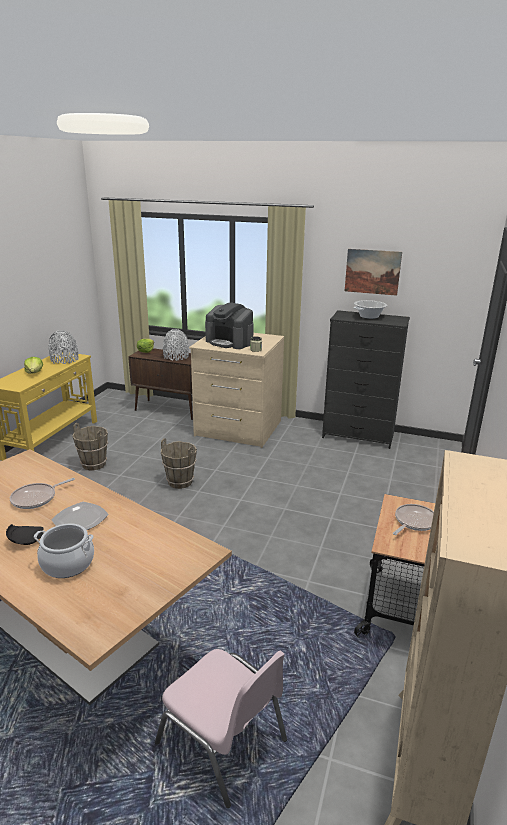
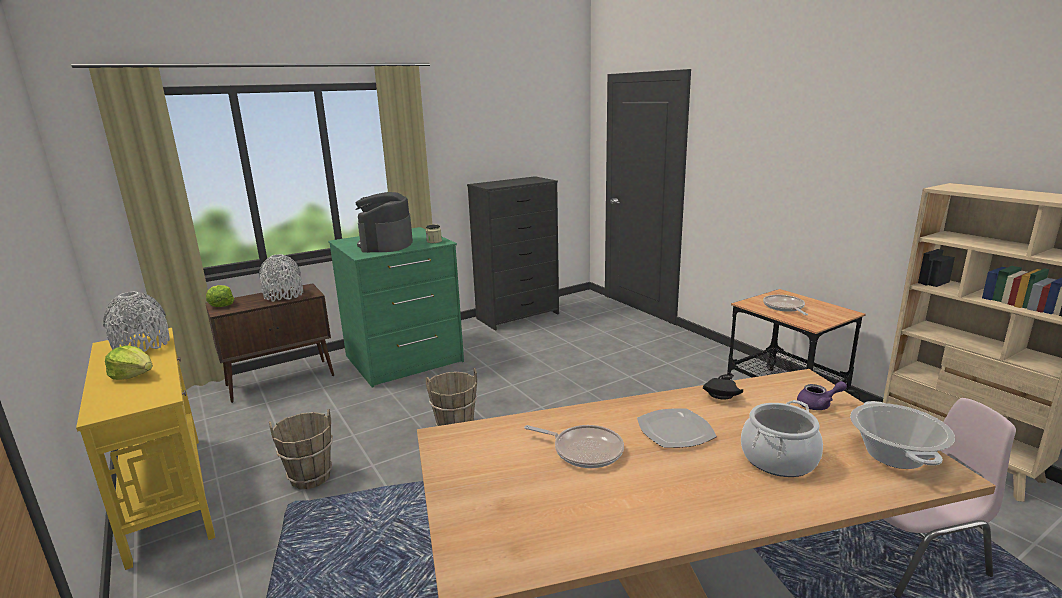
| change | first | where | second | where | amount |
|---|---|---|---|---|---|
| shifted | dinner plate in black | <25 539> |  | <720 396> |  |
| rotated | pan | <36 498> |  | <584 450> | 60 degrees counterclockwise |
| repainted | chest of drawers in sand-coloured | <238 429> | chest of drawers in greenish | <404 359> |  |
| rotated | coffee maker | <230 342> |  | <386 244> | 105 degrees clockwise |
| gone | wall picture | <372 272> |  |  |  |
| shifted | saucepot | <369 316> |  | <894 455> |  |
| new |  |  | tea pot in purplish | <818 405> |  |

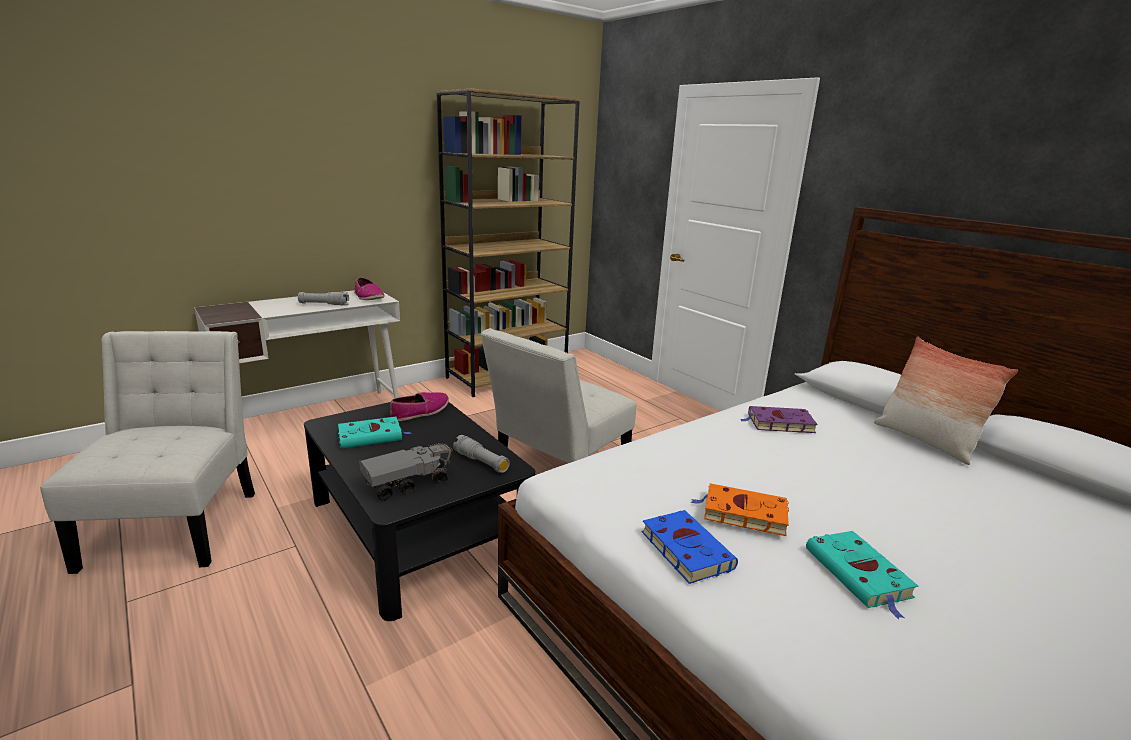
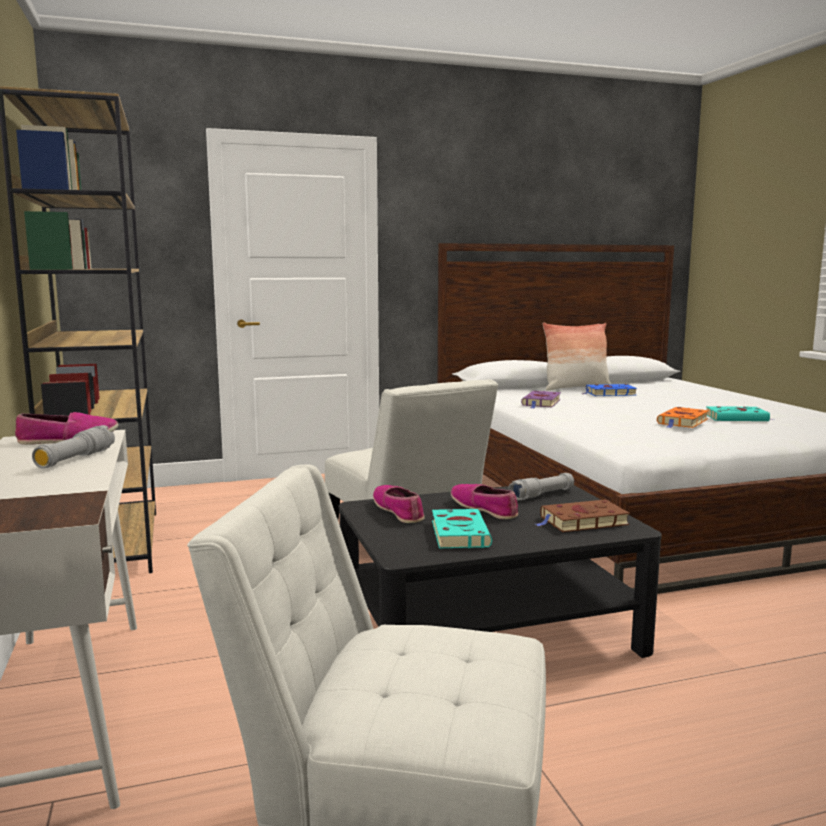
| change | first | where | second | where | amount |
|---|---|---|---|---|---|
| swapped | toy lorry | <408 483> | bound book in brown-coloured | <581 521> |  |
| shifted | bound book in blue | <684 548> |  | <609 393> |  |
| new |  |  | item of footwear | <484 508> |  |

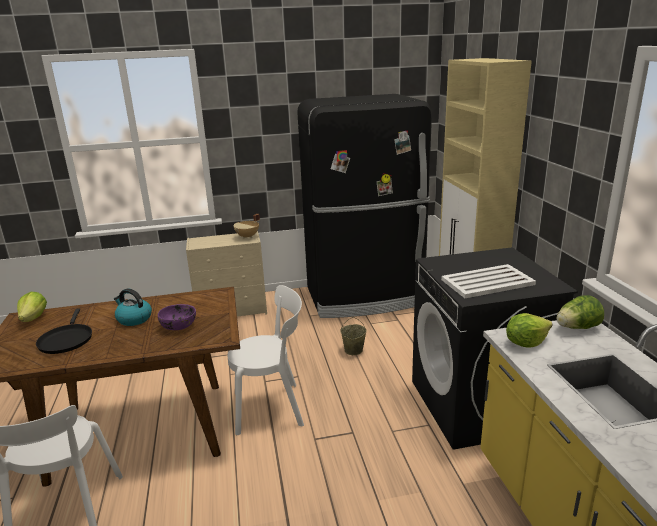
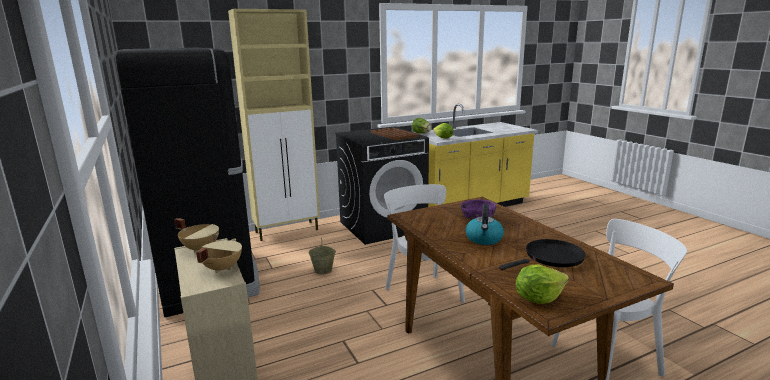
| change | first | where | second | where | amount |
|---|---|---|---|---|---|
| repainted | serving tray in white | <488 282> | serving tray in brown-coloured | <393 134> |  |
| new |  |  | saucepot in sand-coloured | <221 268> |  |

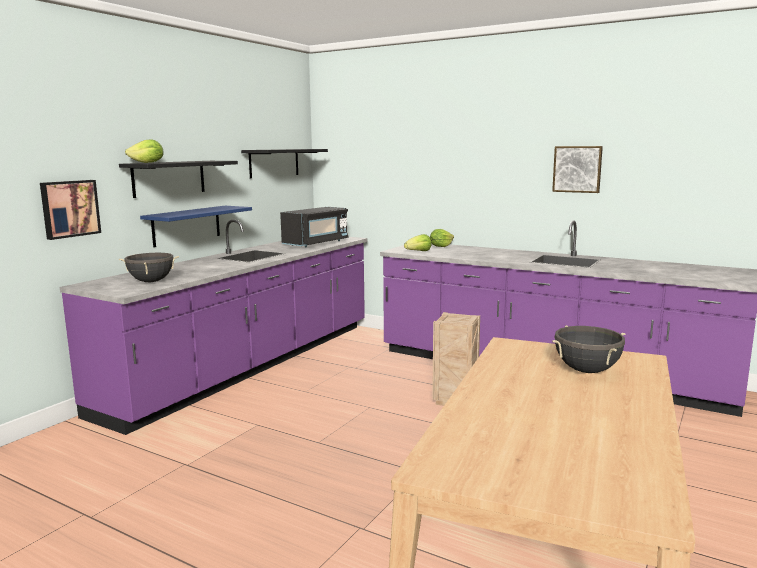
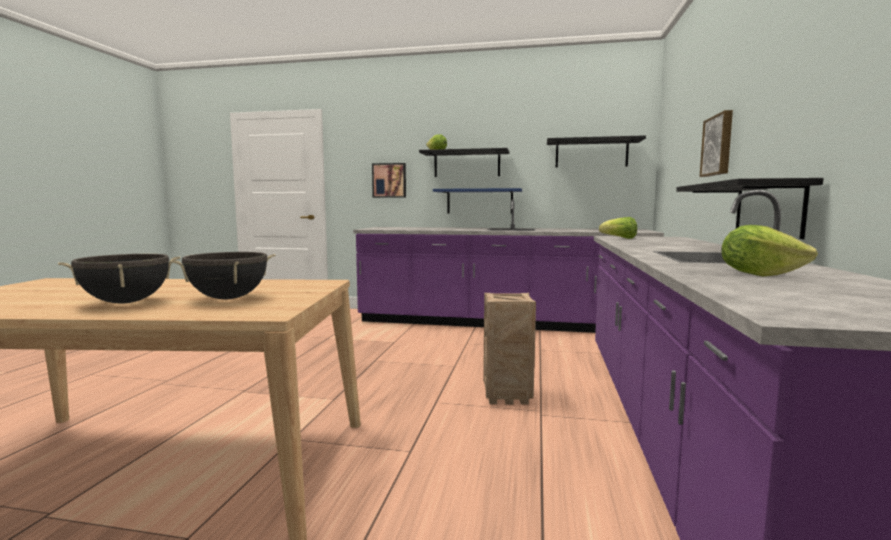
| change | first | where | second | where | amount |
|---|---|---|---|---|---|
| shifted | saucepot in black | <151 281> |  | <126 302> |  |
| gone | microwave oven in black | <316 243> |  |  |  |
| shifted | lettuce head | <441 246> |  | <758 274> |  |
| shifted | wall picture | <577 169> |  | <718 145> |  |
| new |  |  | wall shelf in black | <768 208> |  |

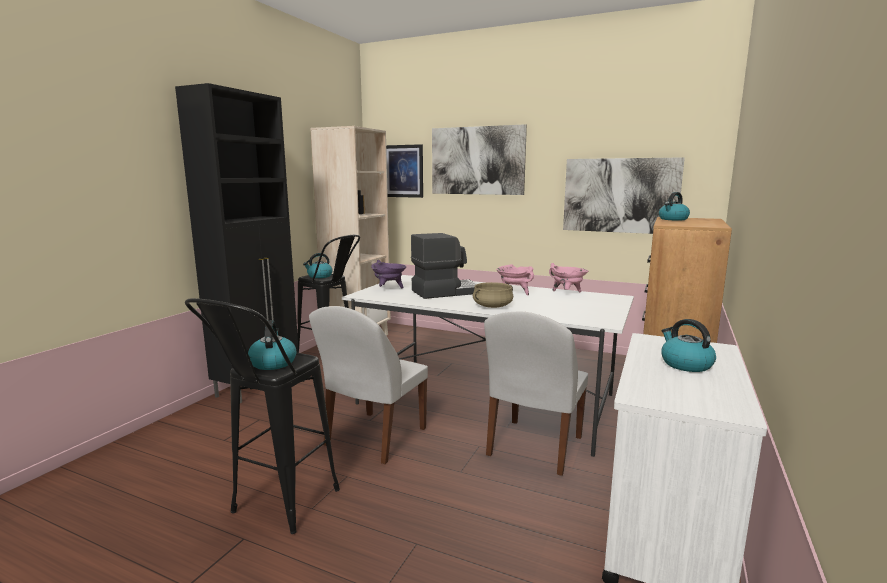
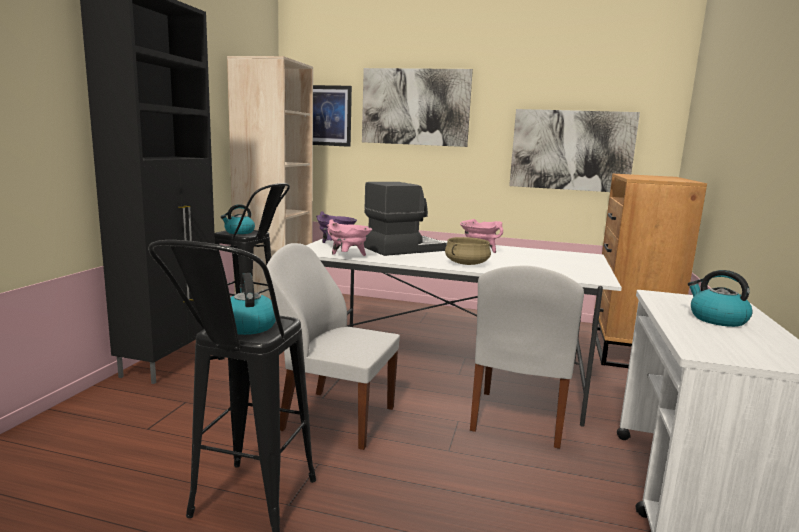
| change | first | where | second | where | amount |
|---|---|---|---|---|---|
| rotated | upright chair in white | <374 438> |  | <335 418> | 90 degrees clockwise |
| shifted | saucepot in pink-coloured | <567 293> |  | <348 257> |  |
| gone | water kettle | <673 219> |  |  |  |

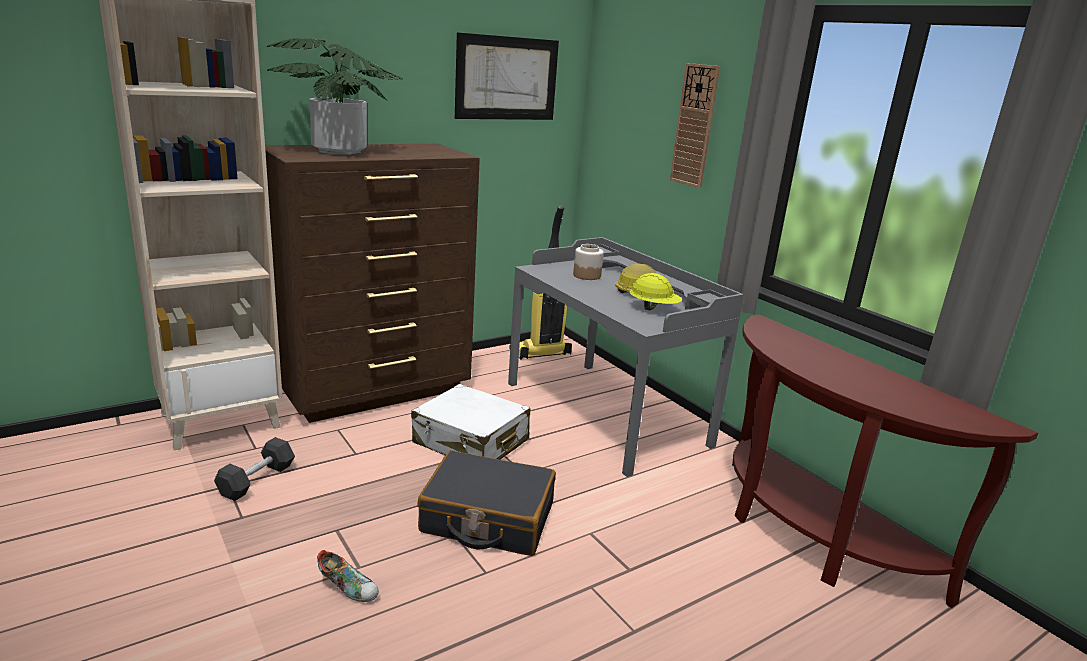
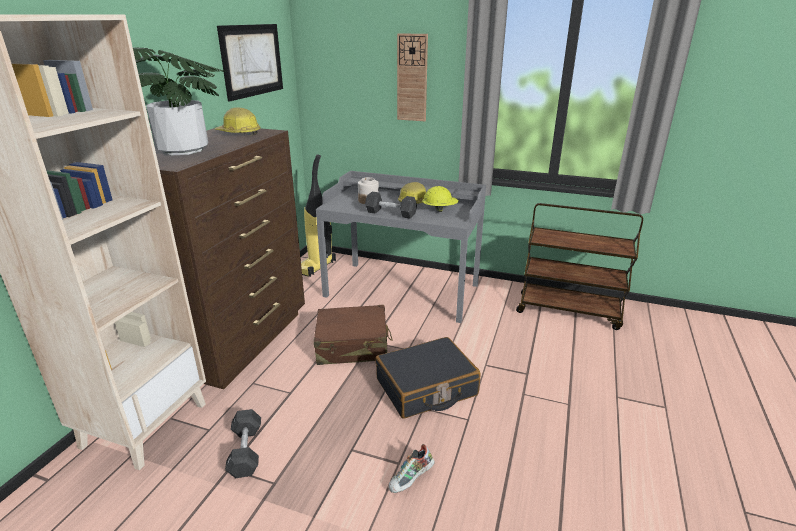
| change | first | where | second | where | amount |
|---|---|---|---|---|---|
| rotated | item of footwear | <348 588> |  | <411 480> | 150 degrees clockwise |
| repainted | piece of luggage in white | <471 442> | piece of luggage in brown-coloured | <353 346> |  |
| swapped | narrow table in brown-coloured | <809 534> | cart in brown-coloured | <569 311> |  |
| new |  |  | safety helmet | <239 133> |  |
| new |  |  | dumbbell in black | <391 213> |  |

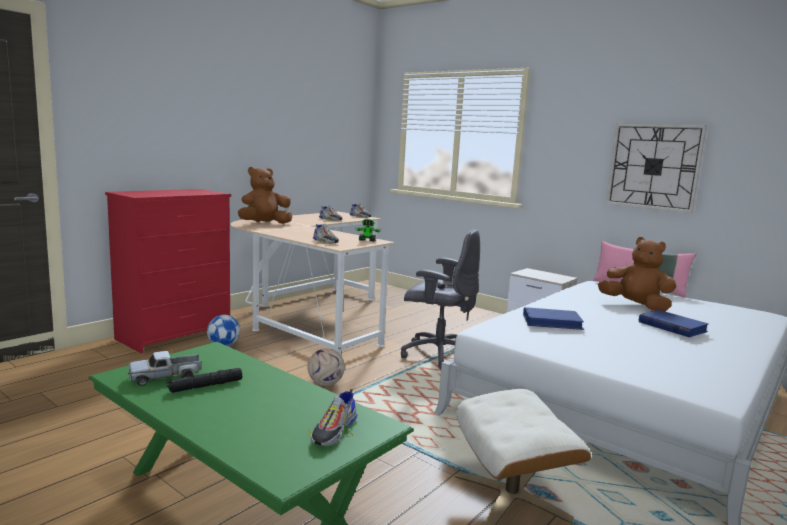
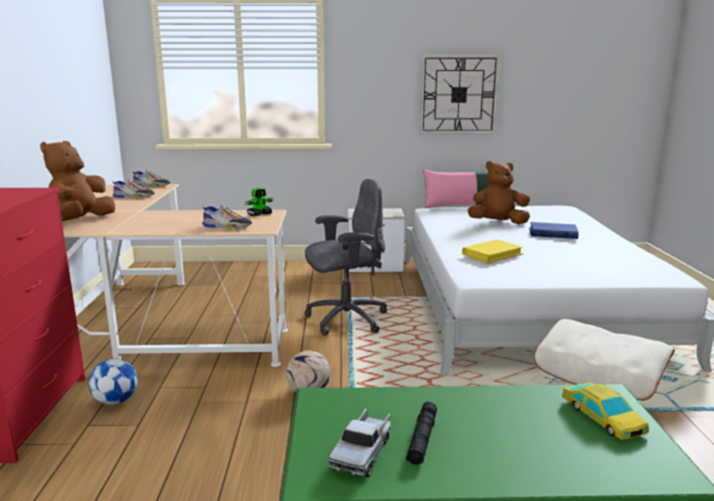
| change | first | where | second | where | amount |
|---|---|---|---|---|---|
| swapped | item of footwear | <334 431> | toy car | <602 417> |  |
| repainted | bound book in blue | <552 322> | bound book in yellow-coloured | <492 254> |  |

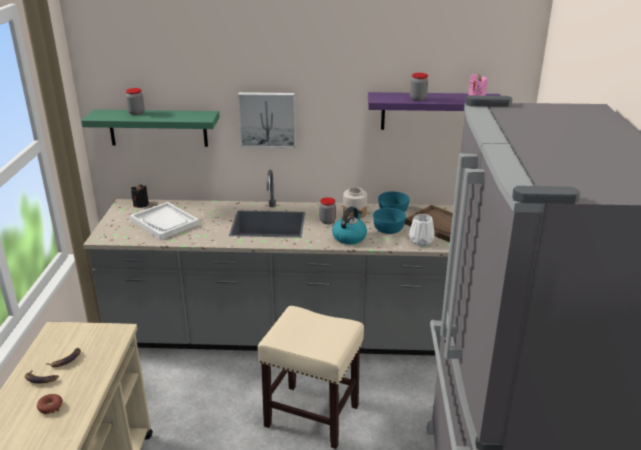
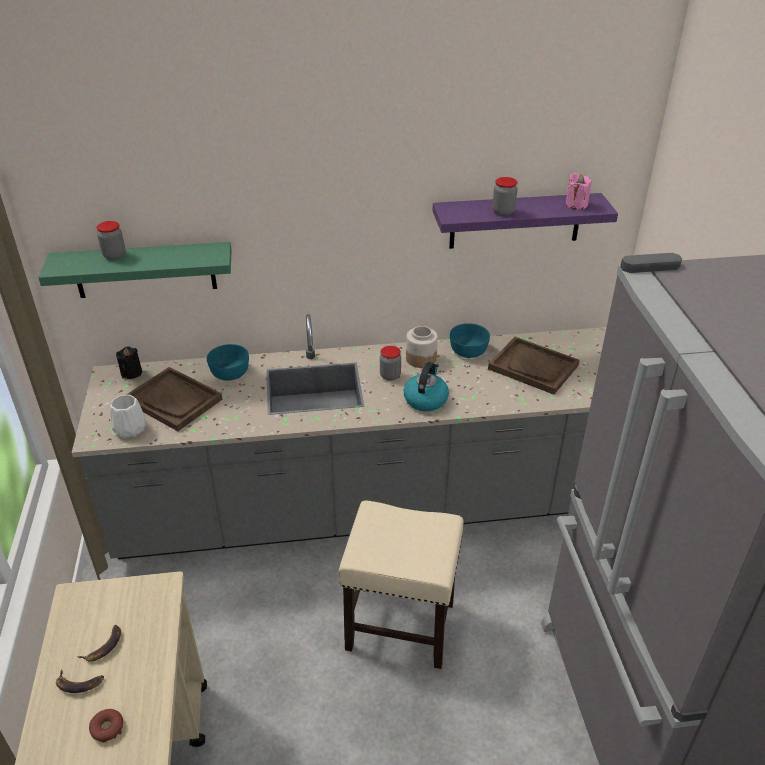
| change | first | where | second | where | amount |
|---|---|---|---|---|---|
| repainted | serving tray in white | <164 222> | serving tray in brown-coloured | <174 400> |  |
| gone | wall picture | <267 119> |  |  |  |
| shifted | serving bowl in blue-green | <388 229> |  | <229 372> |  |
| shifted | flower vase in white | <420 241> |  | <129 429> |  |

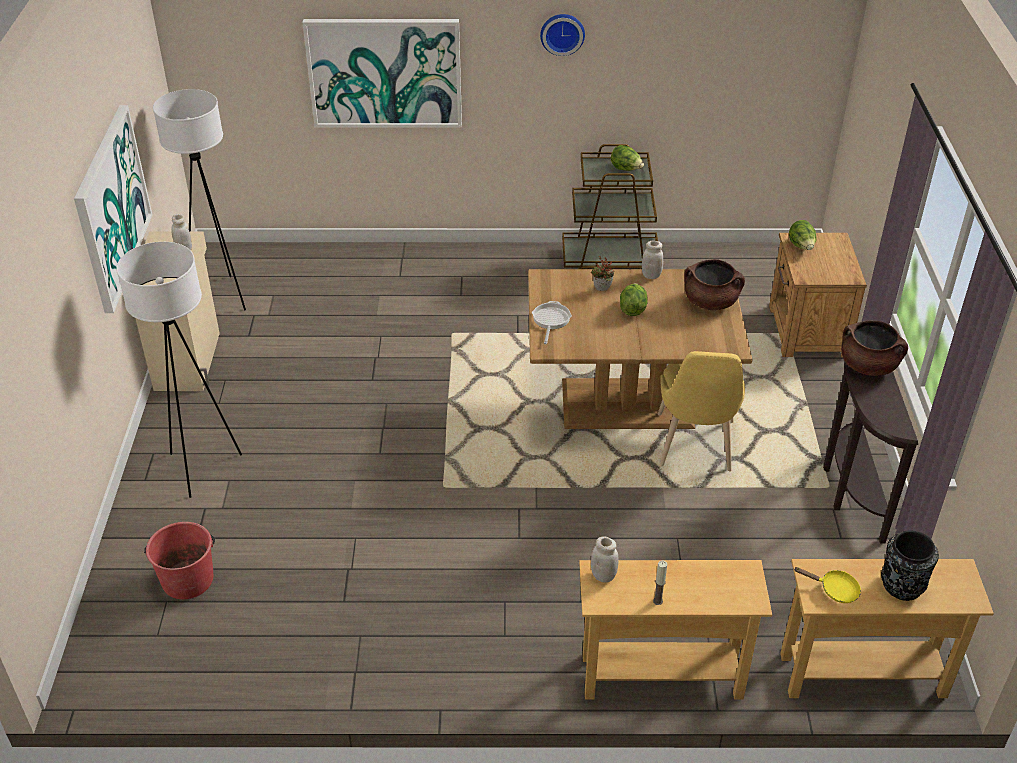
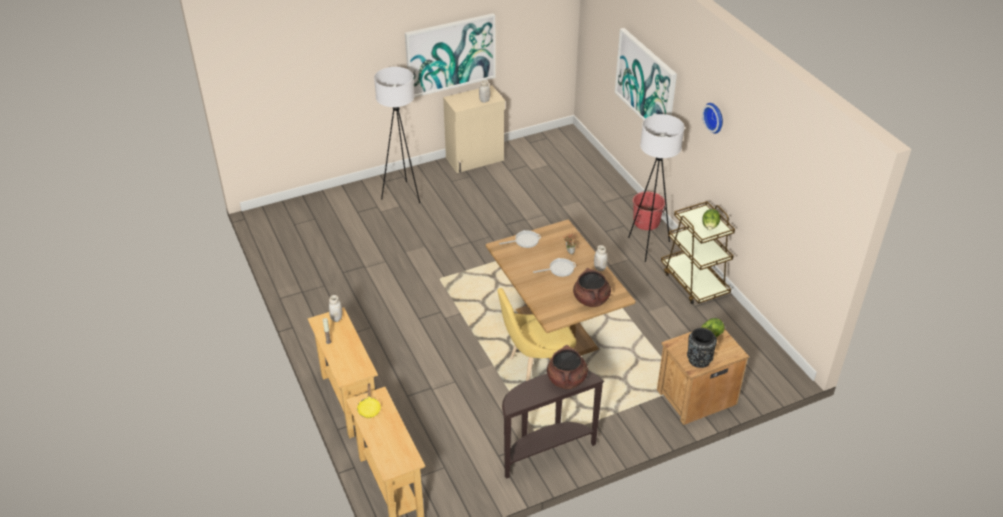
| change | first | where | second | where | amount |
|---|---|---|---|---|---|
| shifted | water bucket in red | <187 579> |  | <646 222> |  |
| shifted | floor lamp in white | <221 296> |  | <648 246> |  |
| swapped | lettuce head | <632 309> | pan | <559 269> |  |
| shifted | flower vase in black | <901 586> |  | <698 359> |  |

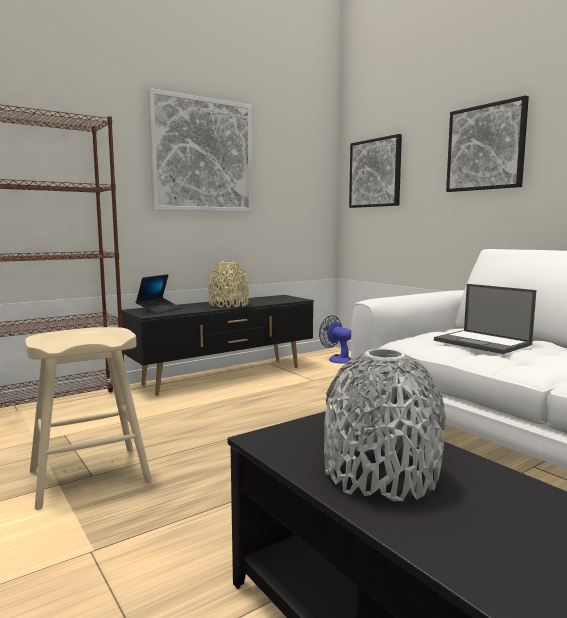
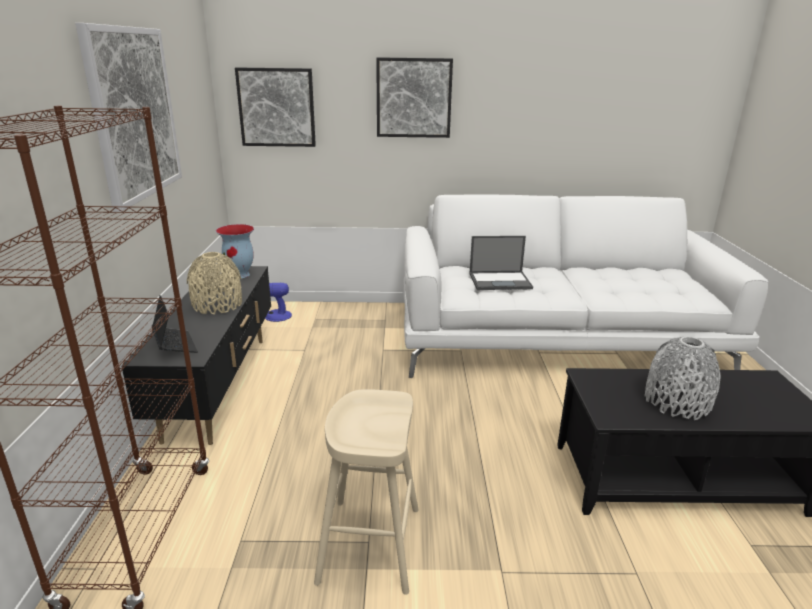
| change | first | where | second | where | amount |
|---|---|---|---|---|---|
| new |  |  | flower vase | <240 275> |  |

